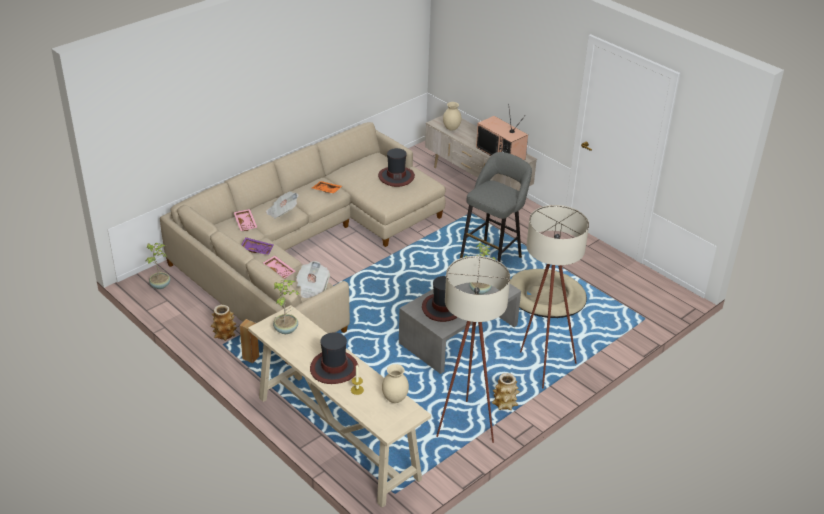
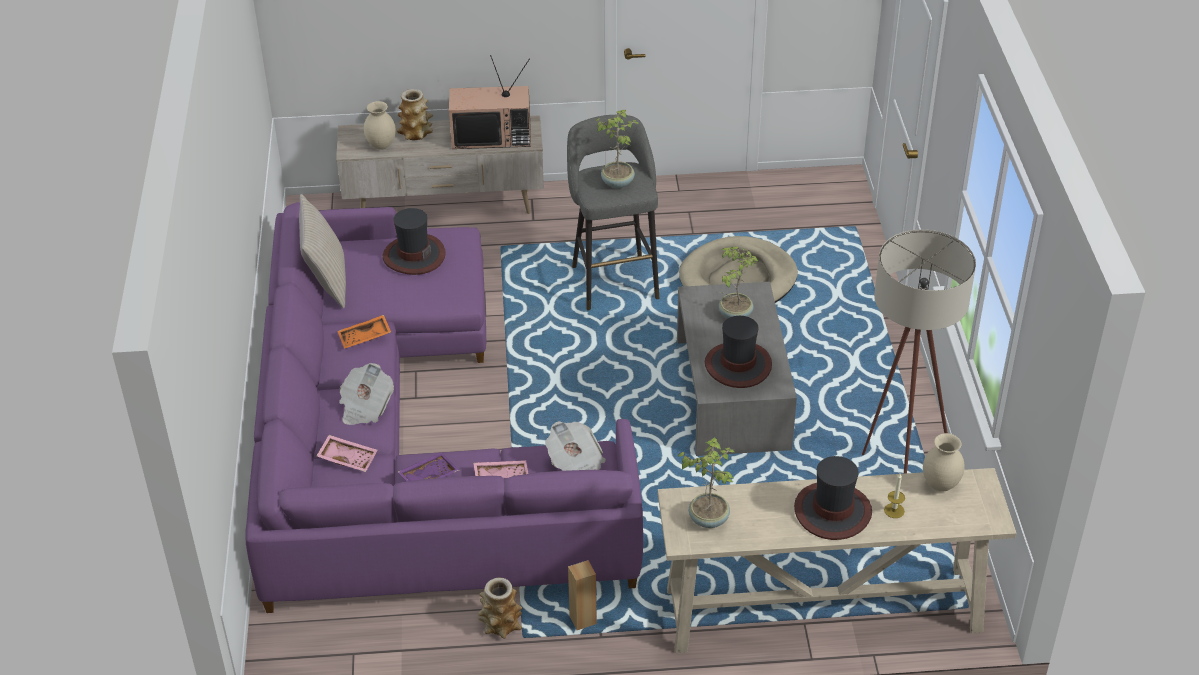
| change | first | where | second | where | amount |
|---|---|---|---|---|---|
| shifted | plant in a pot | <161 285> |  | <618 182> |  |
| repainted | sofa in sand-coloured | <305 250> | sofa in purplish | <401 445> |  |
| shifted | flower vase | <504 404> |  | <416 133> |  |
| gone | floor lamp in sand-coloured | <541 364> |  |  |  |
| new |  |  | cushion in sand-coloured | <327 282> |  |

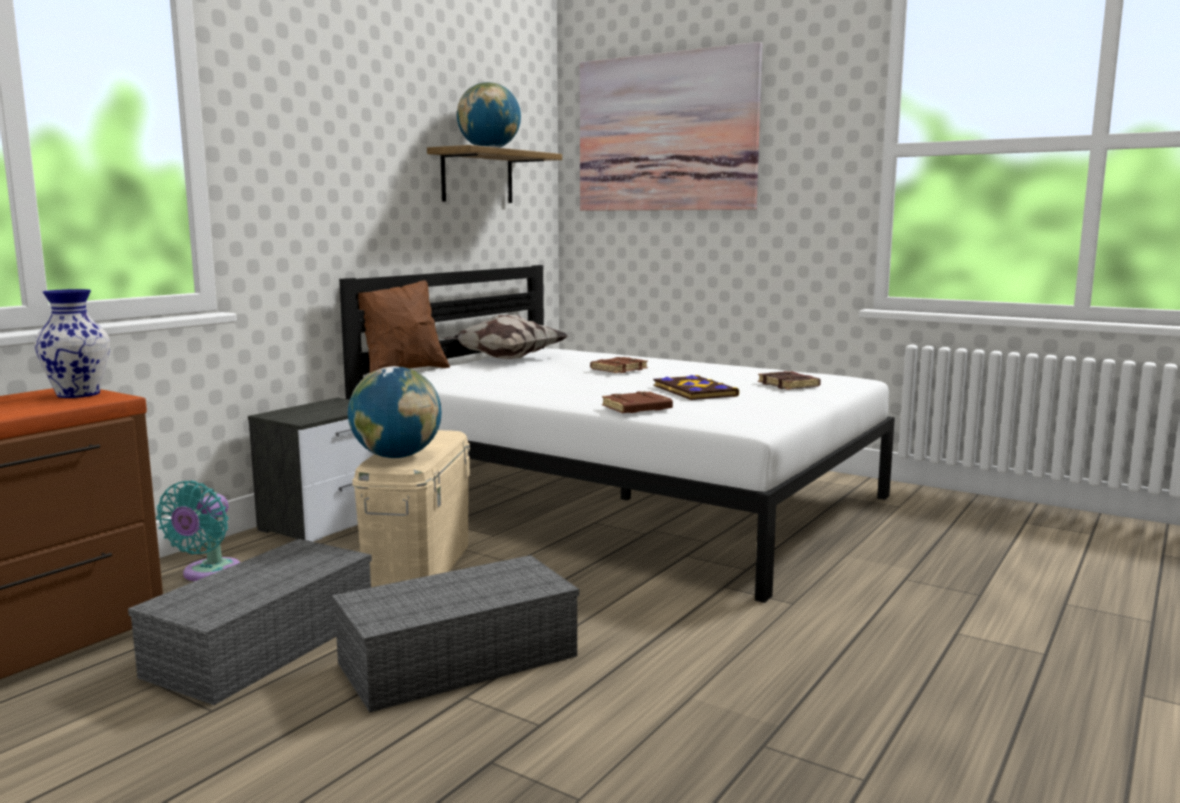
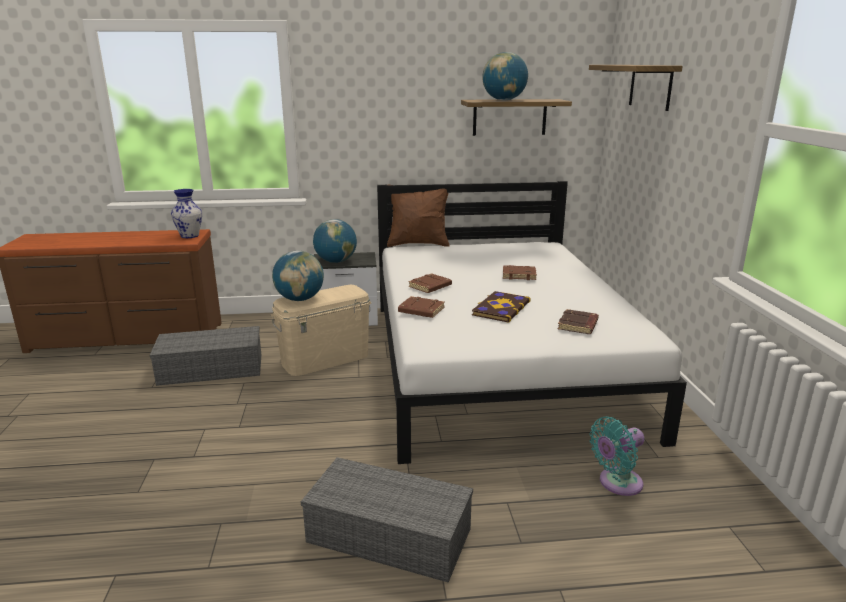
| change | first | where | second | where | amount |
|---|---|---|---|---|---|
| shifted | fan in blue-green | <208 573> |  | <617 483> |  |
| shifted | storage container in gray | <460 657> |  | <392 534> |  |
| gone | cushion | <504 358> |  |  |  |
| swapped | wall picture | <666 133> | wall shelf | <650 86> |  |
| new |  |  | globe | <336 261> |  |
| new |  |  | bound book in brown-coloured | <430 287> |  |

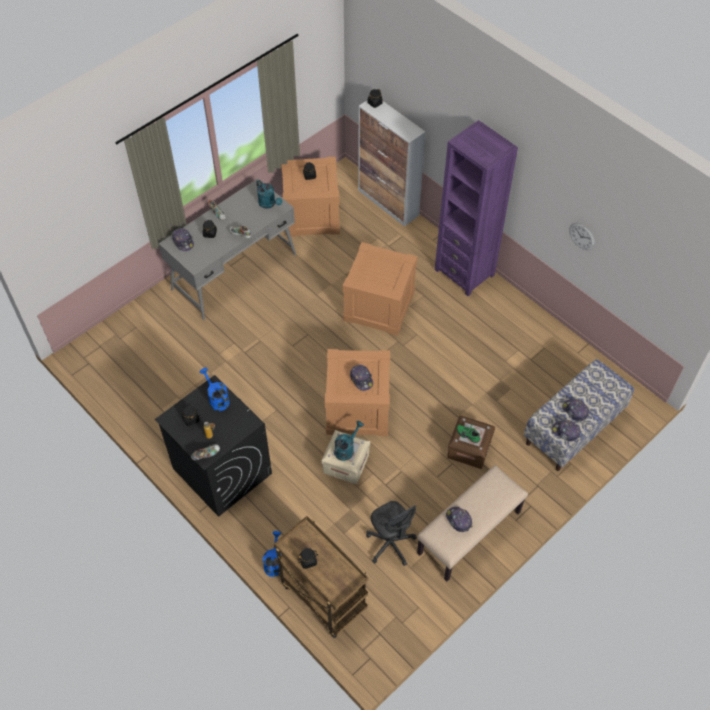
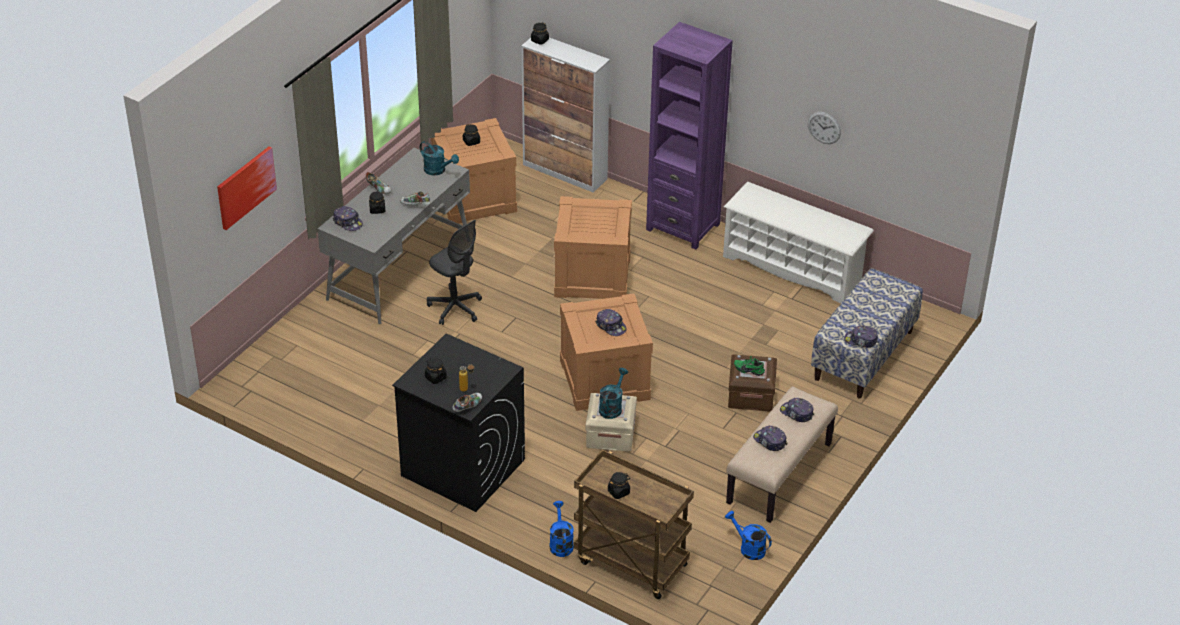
| change | first | where | second | where | amount |
|---|---|---|---|---|---|
| shifted | watering pot in blue | <217 399> |  | <748 548> |  |
| shifted | computer chair in gray | <390 544> |  | <455 308> |  |
| shifted | peaked cap | <575 411> |  | <796 413> |  |
| new |  |  | wall picture | <246 187> |  |
| new |  |  | shoe stand in white | <793 268> |  |

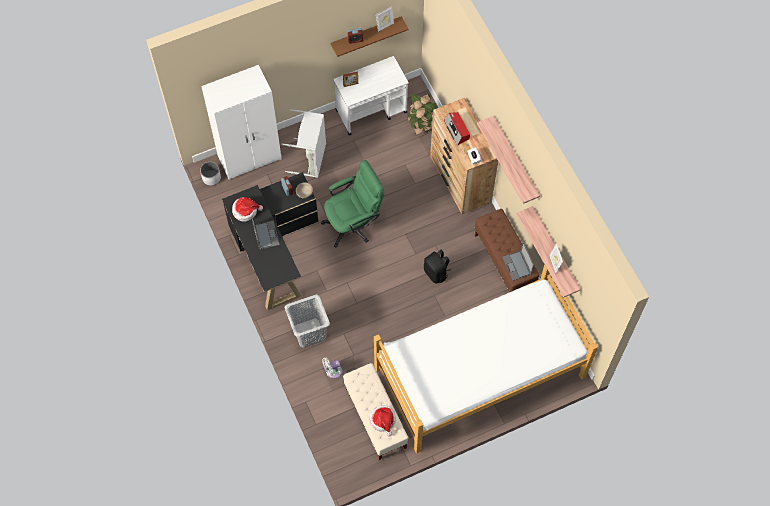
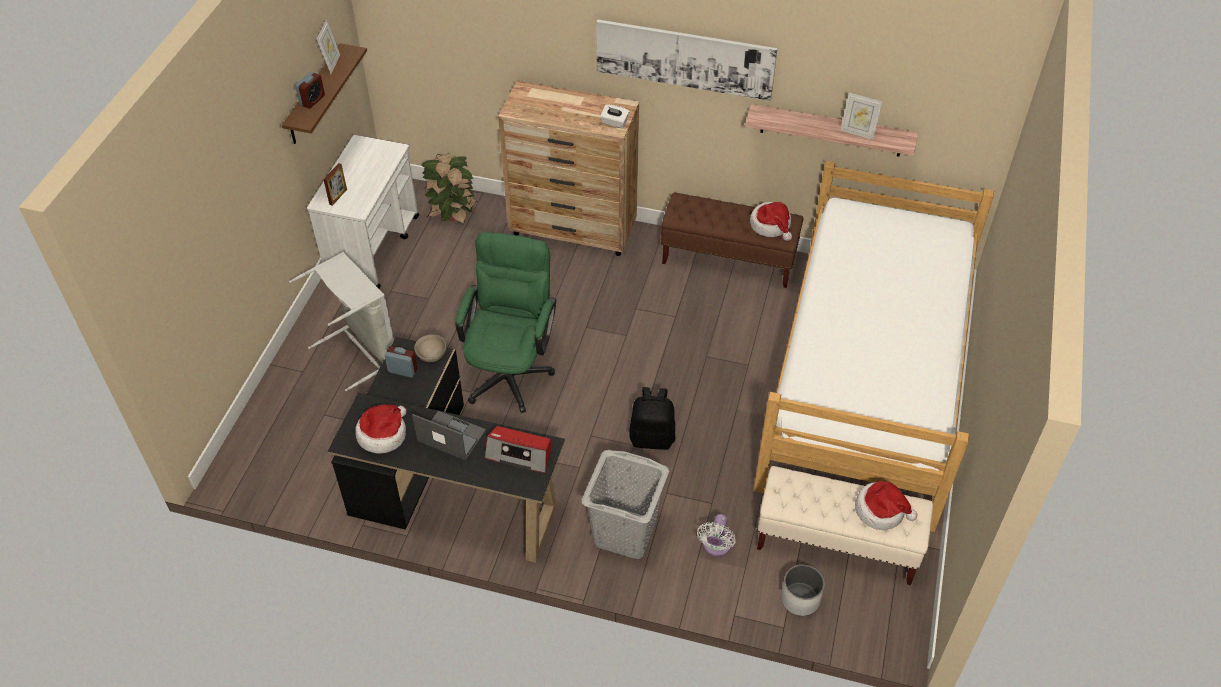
| change | first | where | second | where | amount |
|---|---|---|---|---|---|
| shifted | flower pot in white | <211 178> |  | <800 599> |  |
| gone | wardrobe in white | <250 158> |  |  |  |
| shifted | rucksack in black | <436 273> |  | <652 438> |  |
| shifted | radio set | <457 130> |  | <519 454> |  |
| swapped | wall shelf | <515 160> | wall picture | <684 58> |  |
| swapped | laptop | <517 266> | wearable hat | <771 225> |  |

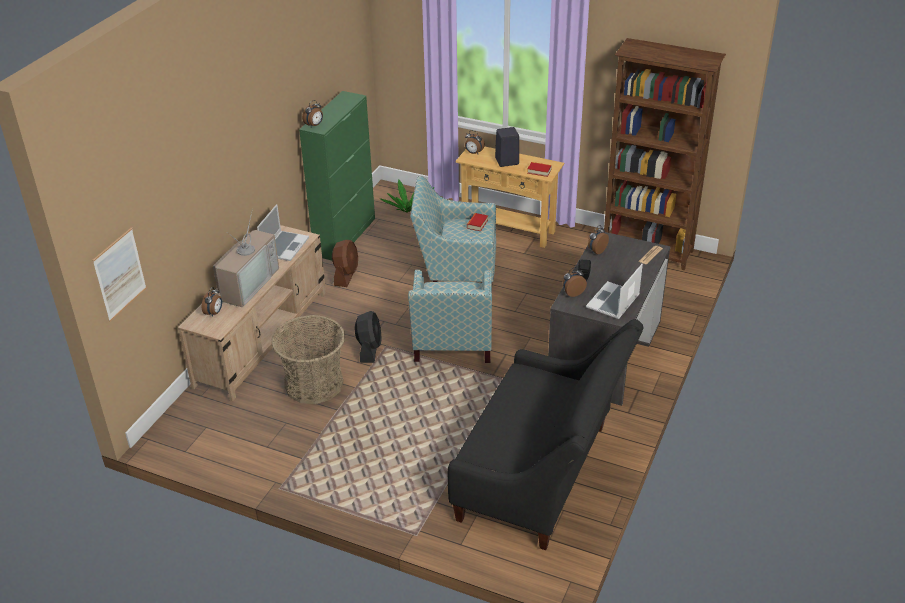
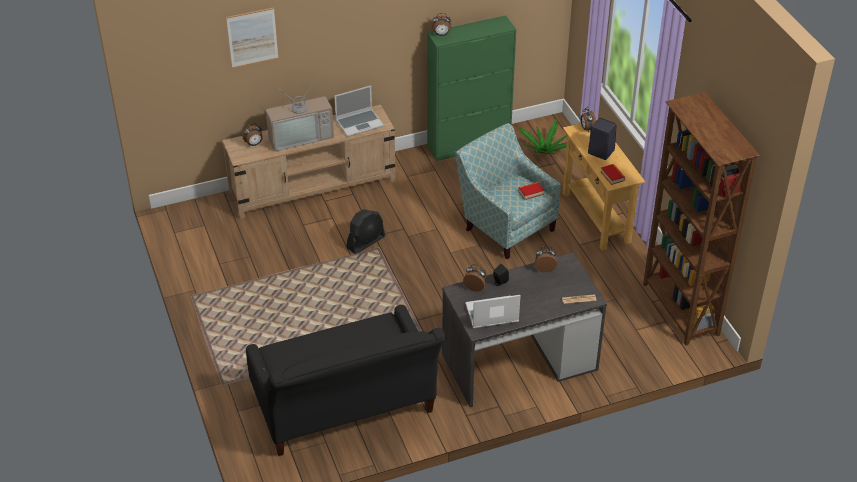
| change | first | where | second | where | amount |
|---|---|---|---|---|---|
| shifted | wall picture | <120 274> |  | <252 37> |  |
| gone | storage basket | <314 384> |  |  |  |
| gone | fan in brown-coloured | <346 275> |  |  |  |
| gone | lounge chair | <452 348> |  |  |  |

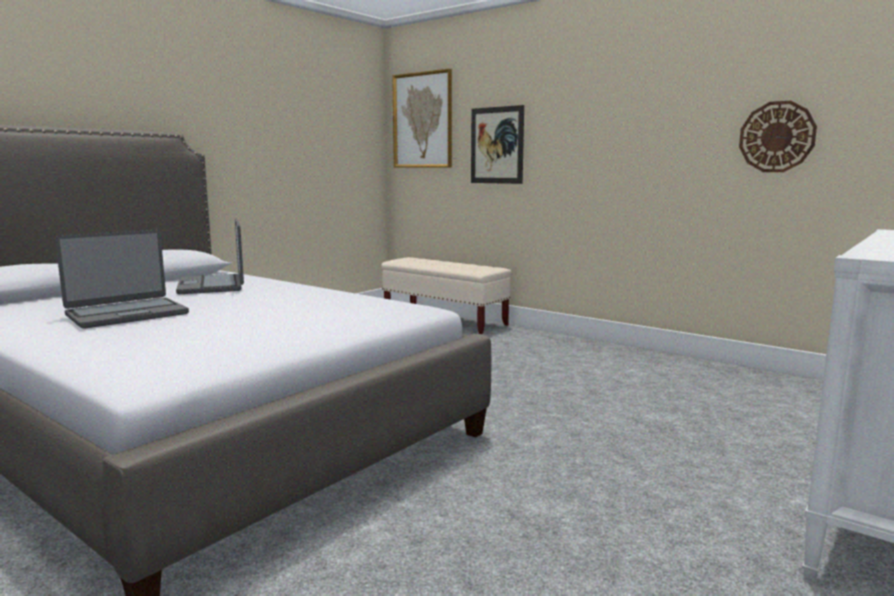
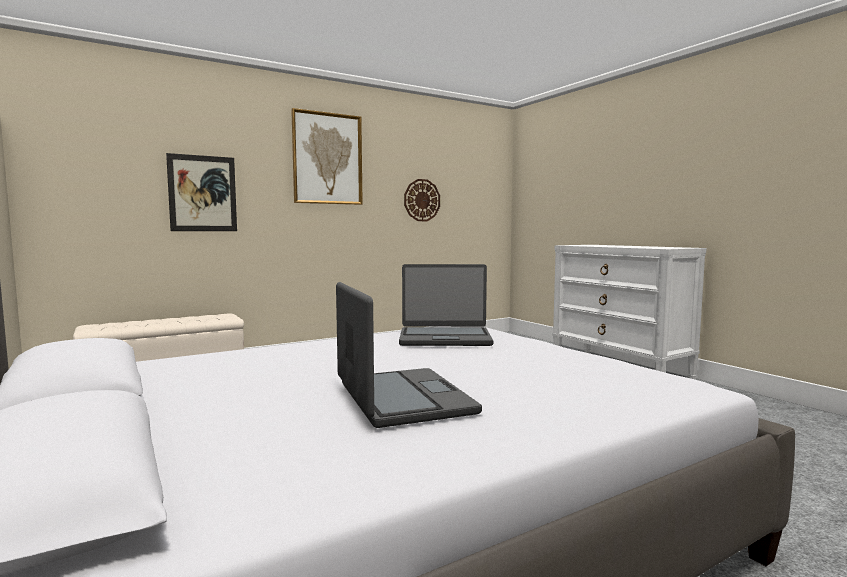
| change | first | where | second | where | amount |
|---|---|---|---|---|---|
| shifted | laptop | <212 285> |  | <445 338> |  |
| shifted | wall picture | <422 120> |  | <327 159> |  |

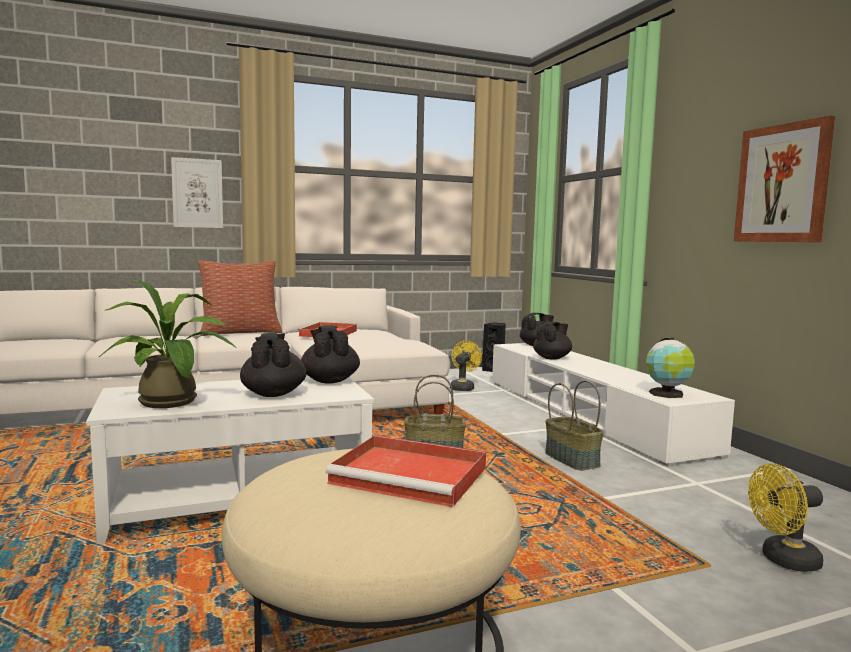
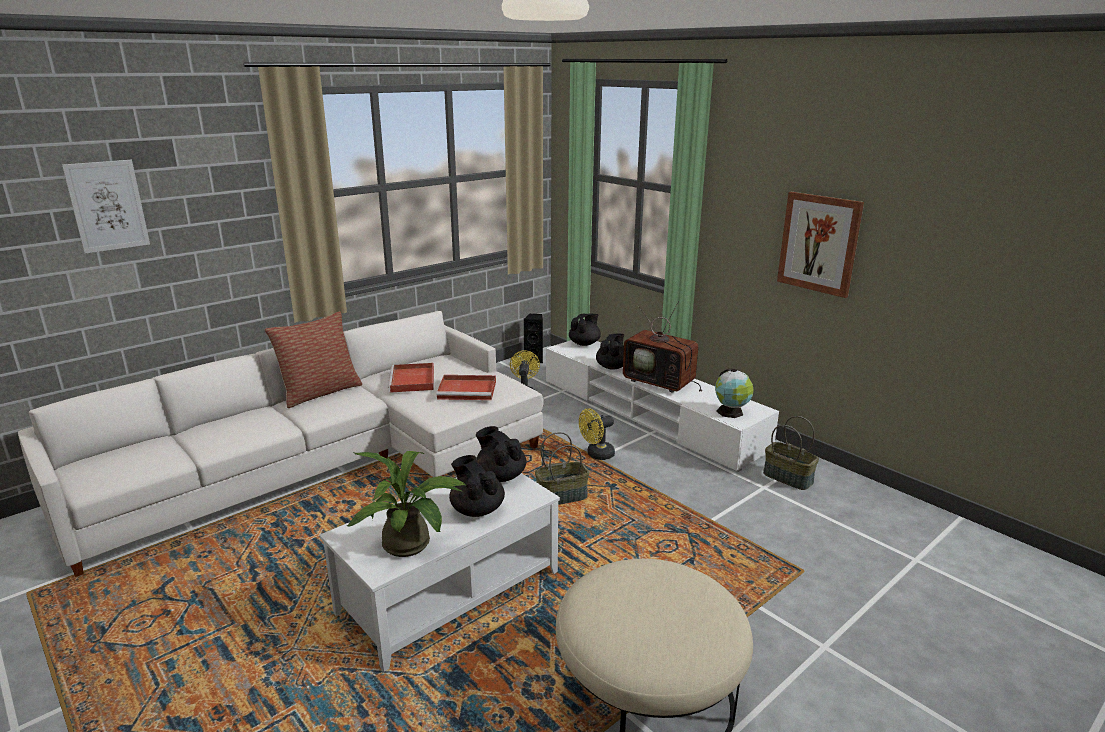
| change | first | where | second | where | amount |
|---|---|---|---|---|---|
| shifted | wall picture | <197 193> |  | <107 206> |  |
| shifted | serving tray in red | <412 475> |  | <468 390> |  |
| shifted | storage basket | <573 459> |  | <788 478> |  |
| shifted | fan in yellow-coloured | <783 560> |  | <597 455> |  |
| new |  |  | TV | <661 382> |  |

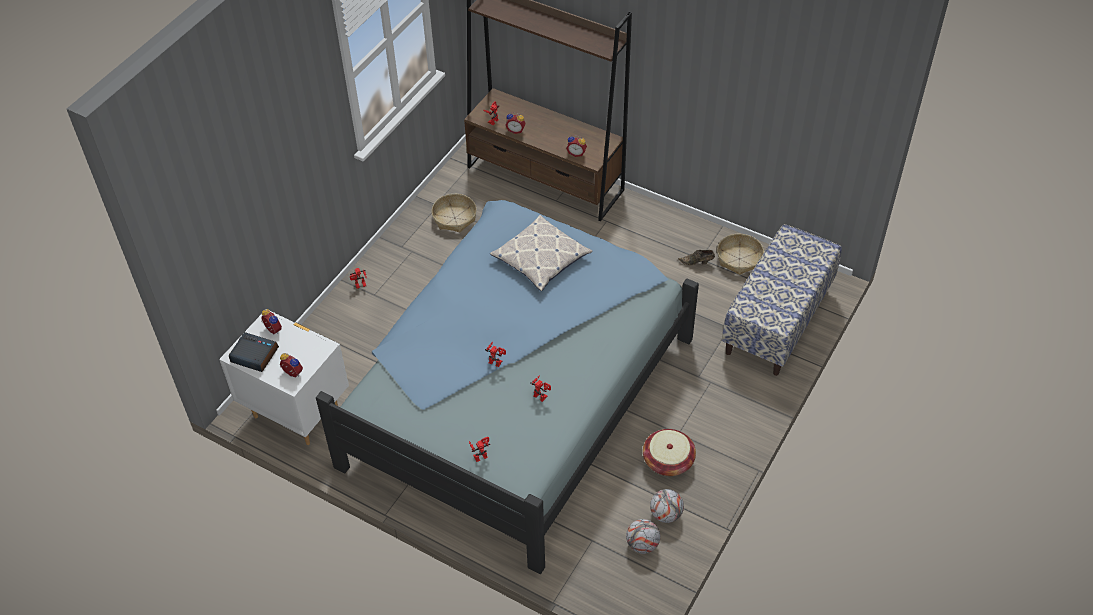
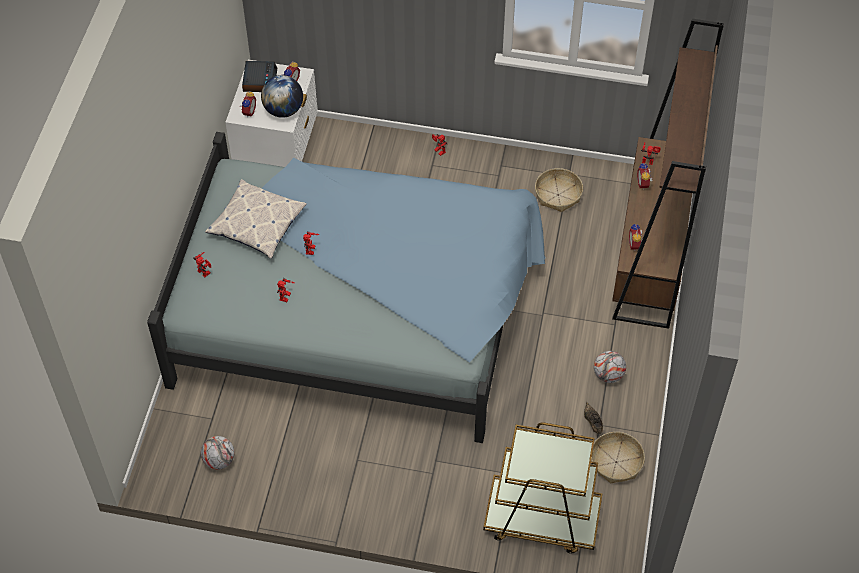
| change | first | where | second | where | amount |
|---|---|---|---|---|---|
| shifted | cushion | <541 259> |  | <257 224> |  |
| gone | storage basket | <668 461> |  |  |  |
| shifted | football | <666 514> |  | <608 375> |  |
| swapped | long seat | <778 320> | cart in brown-coloured | <541 519> |  |
| new |  |  | globe | <283 110> |  |

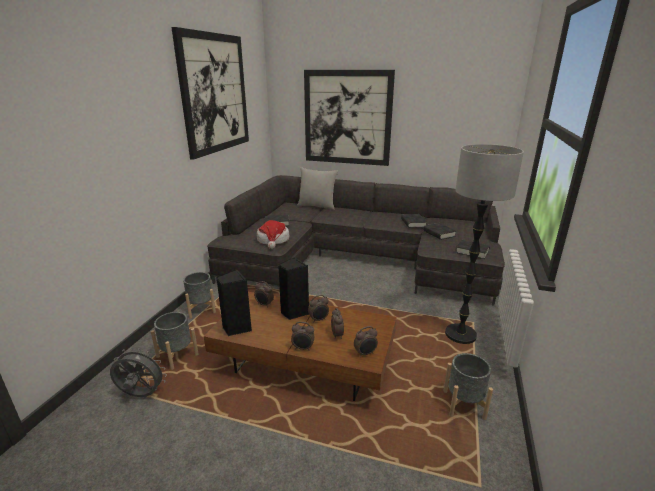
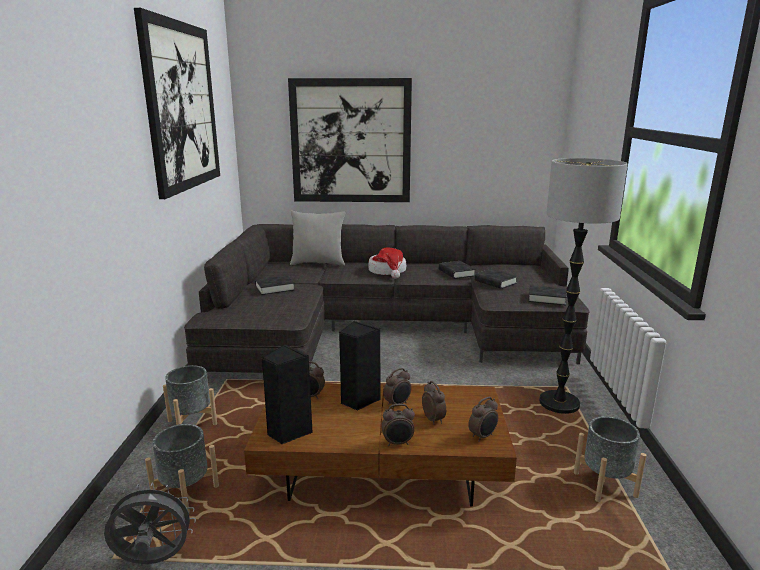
| change | first | where | second | where | amount |
|---|---|---|---|---|---|
| shifted | wearable hat | <273 240> |  | <388 271> |  |

